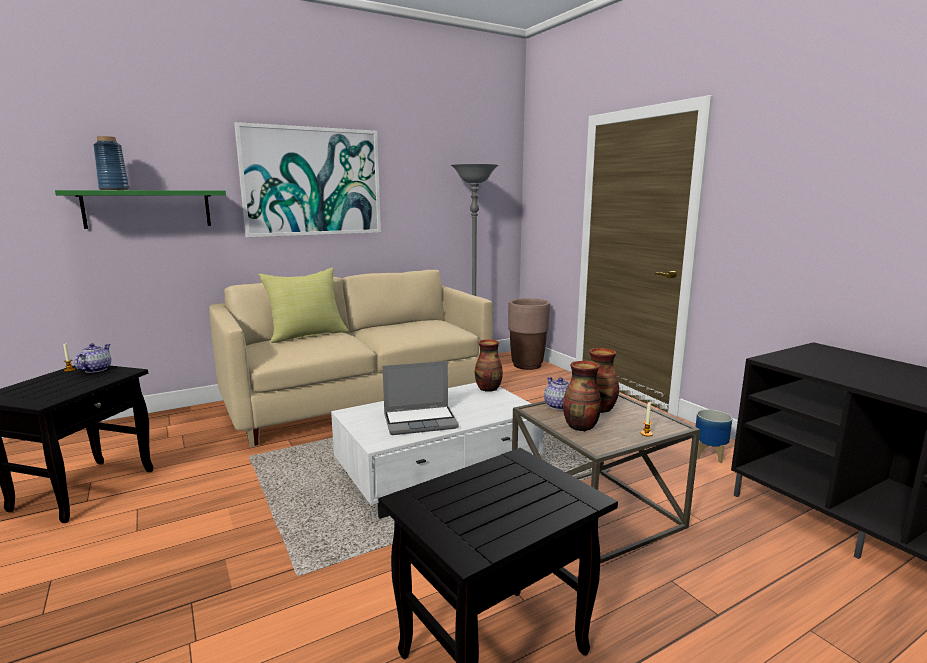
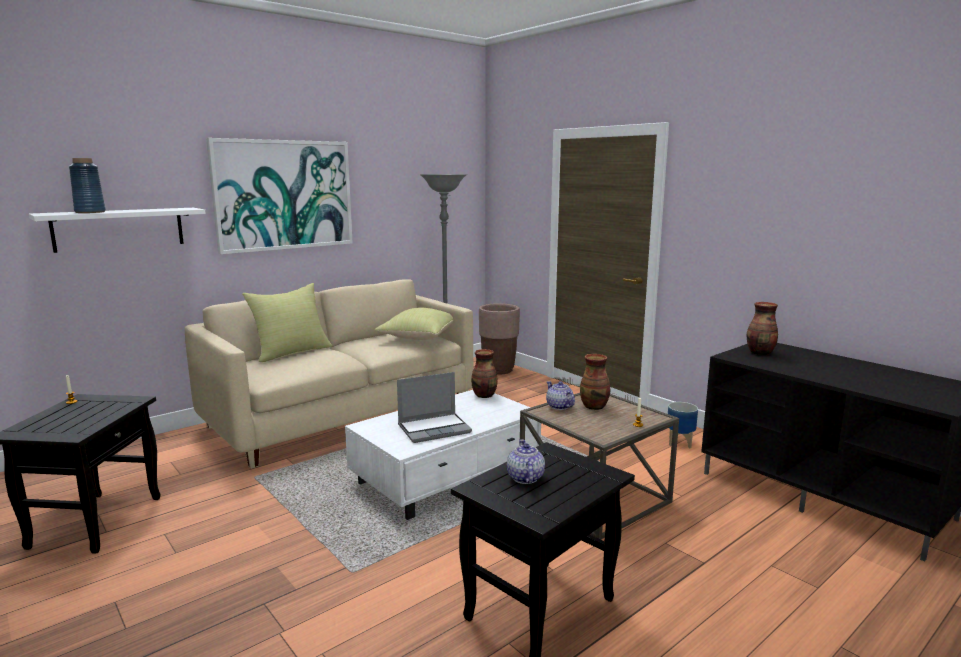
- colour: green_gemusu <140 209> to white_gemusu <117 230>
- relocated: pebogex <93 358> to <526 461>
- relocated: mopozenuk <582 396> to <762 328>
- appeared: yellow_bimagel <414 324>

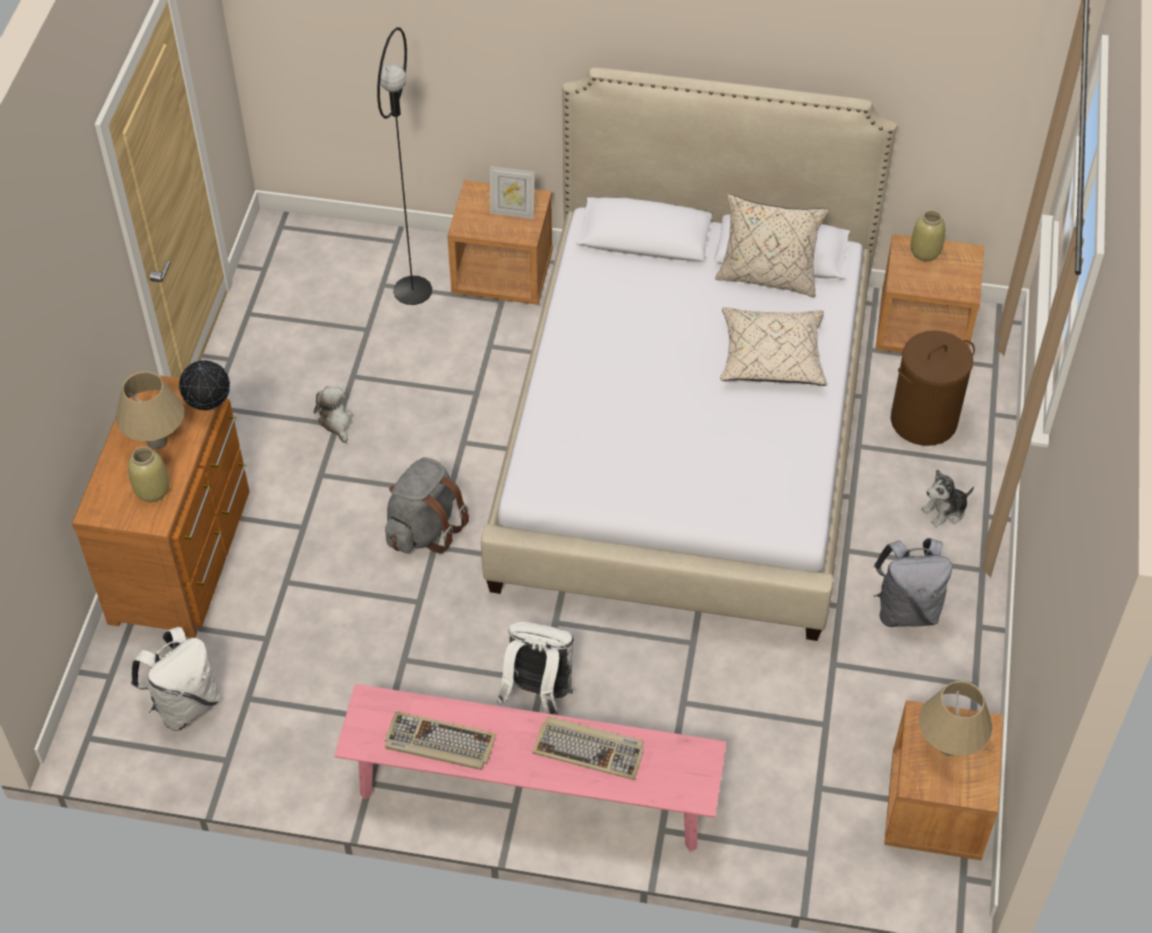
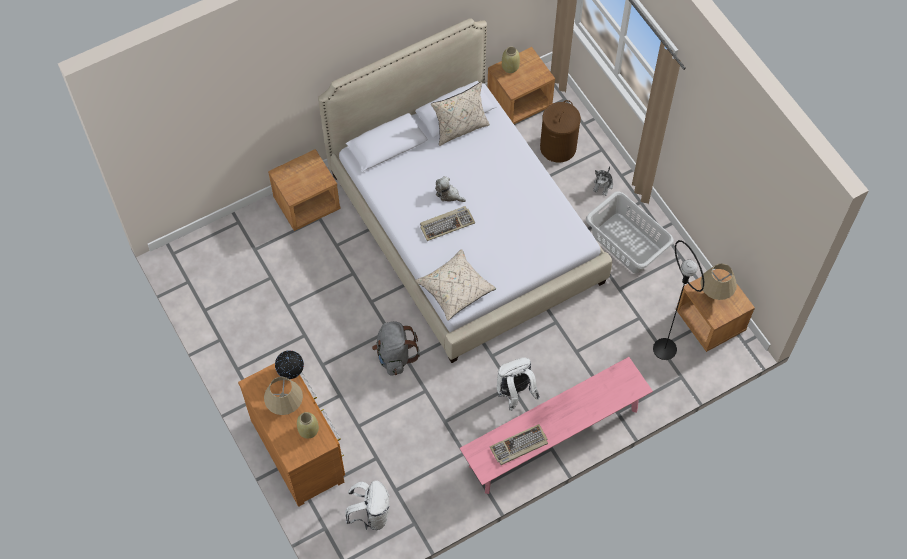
- relocated: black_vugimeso <404 166> to <678 300>
- missing: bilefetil <512 192>
- relocated: beige_bimagel <773 346> to <455 285>
- relocated: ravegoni <333 414> to <450 189>
- exchanged: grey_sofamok <912 582> to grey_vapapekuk <630 232>
- relocated: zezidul <588 748> to <447 223>

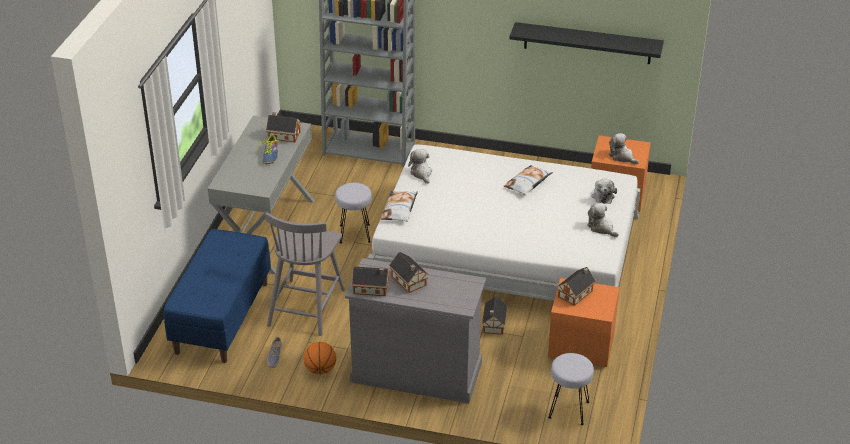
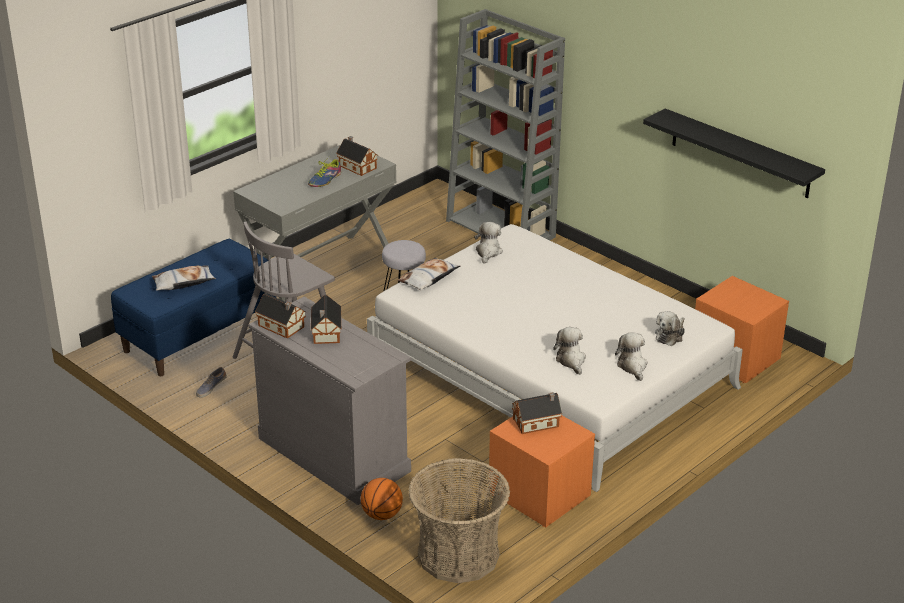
- relocated: ravegoni <623 148> to <569 351>
- relocated: bimagel <528 180> to <184 278>
- missing: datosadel <494 315>
- relocated: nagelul <320 358> to <382 499>
- exchanged: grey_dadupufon <571 389> to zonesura <459 520>

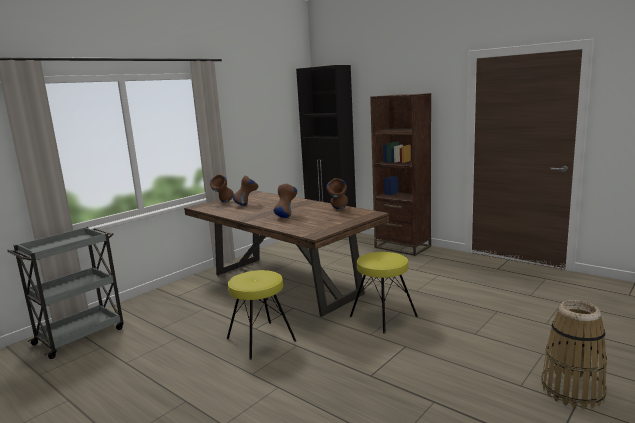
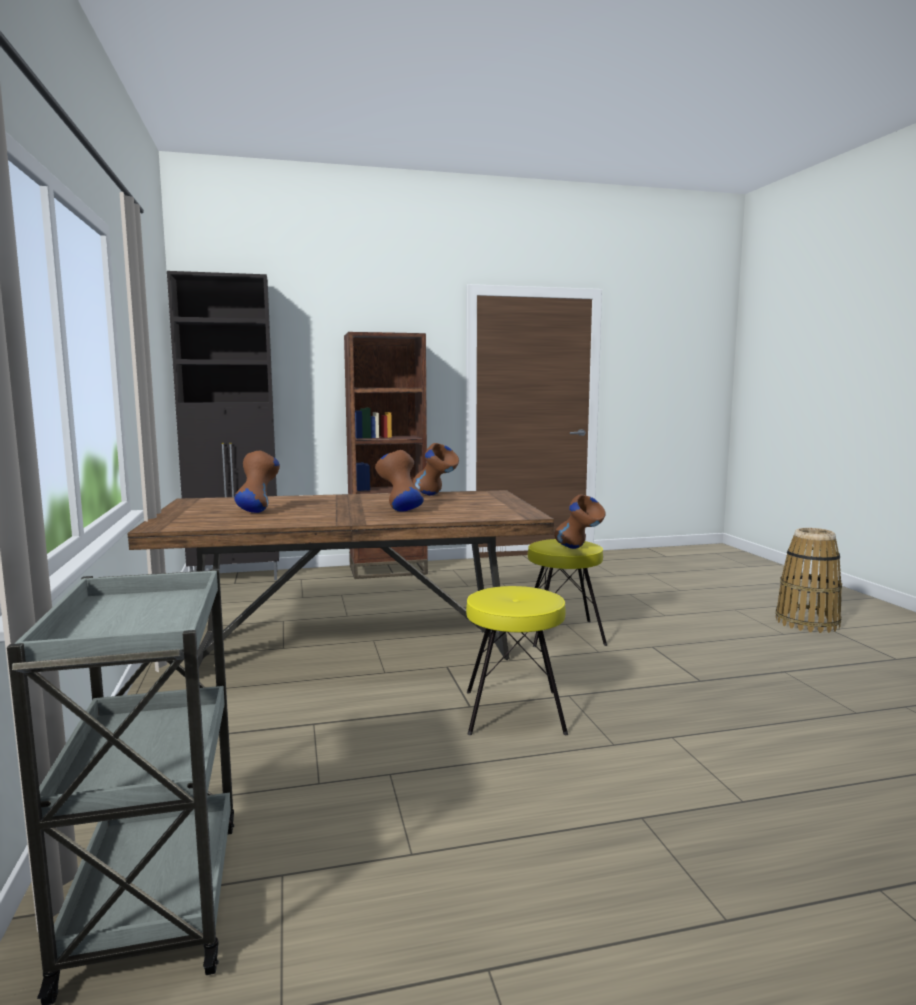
- relocated: brown_mopozenuk <222 188> to <580 521>

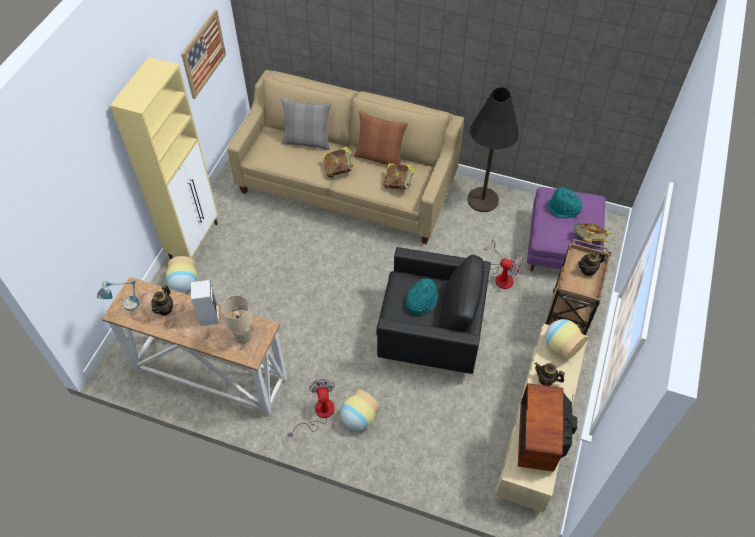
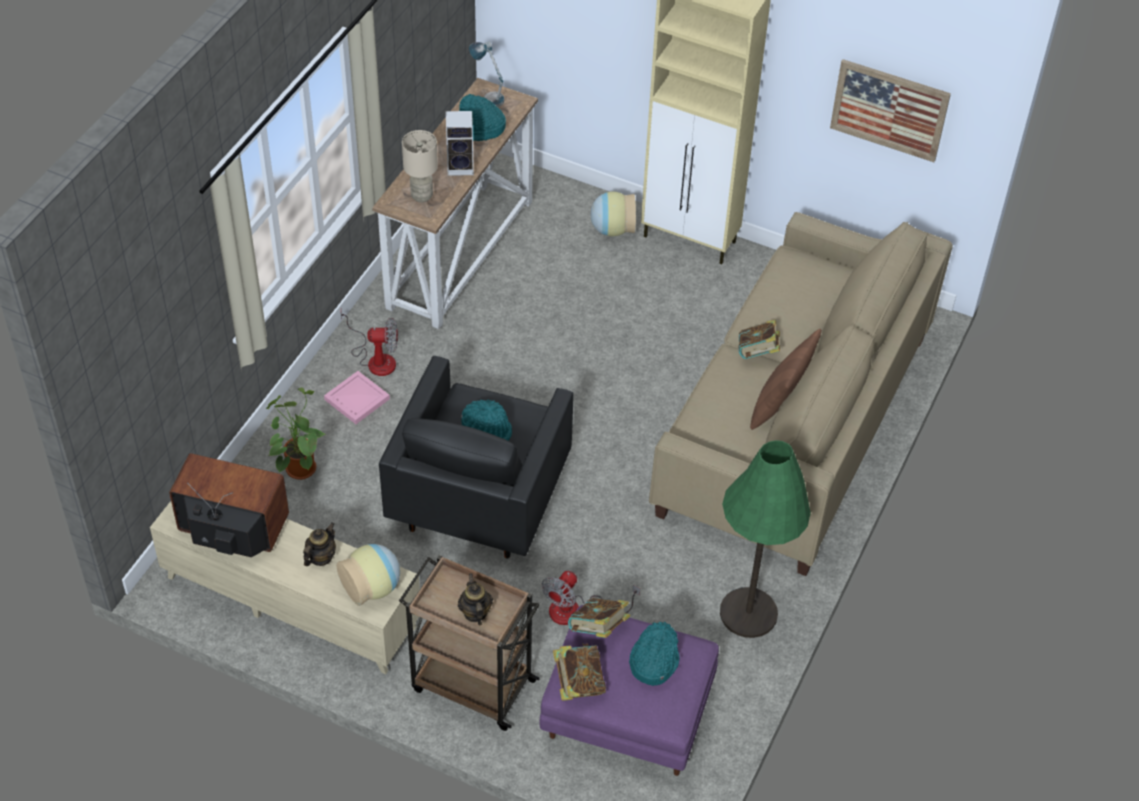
- colour: black_vugimeso <493 149> to green_vugimeso <765 539>
- missing: grey_bimagel <306 124>
- relocated: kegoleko <399 176> to <599 618>
- exchanged: pebogex <162 300> to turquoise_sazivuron <482 117>
- exchanged: mopozenuk <360 410> to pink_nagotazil <357 397>
- appeared: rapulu <296 434>

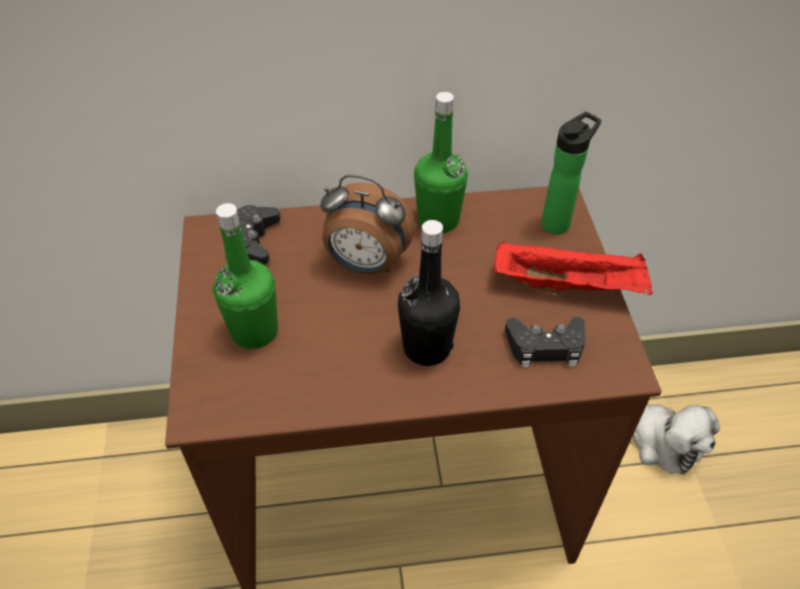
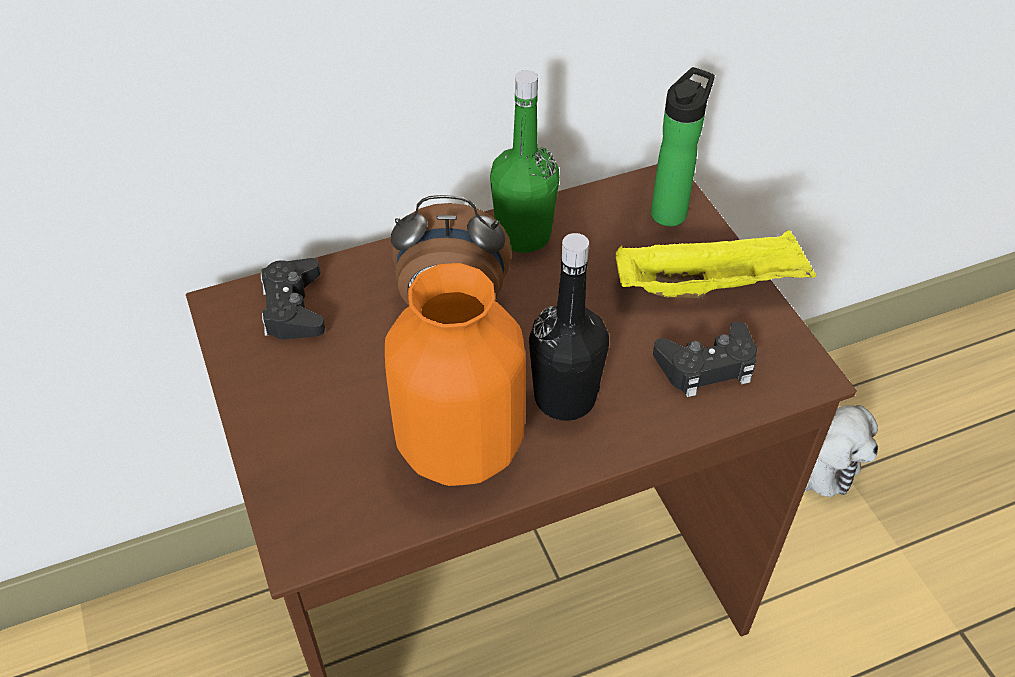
- missing: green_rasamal <245 276>
- colour: red_nagotazil <573 267> to yellow_nagotazil <716 264>
- appeared: orange_mopozenuk <455 374>

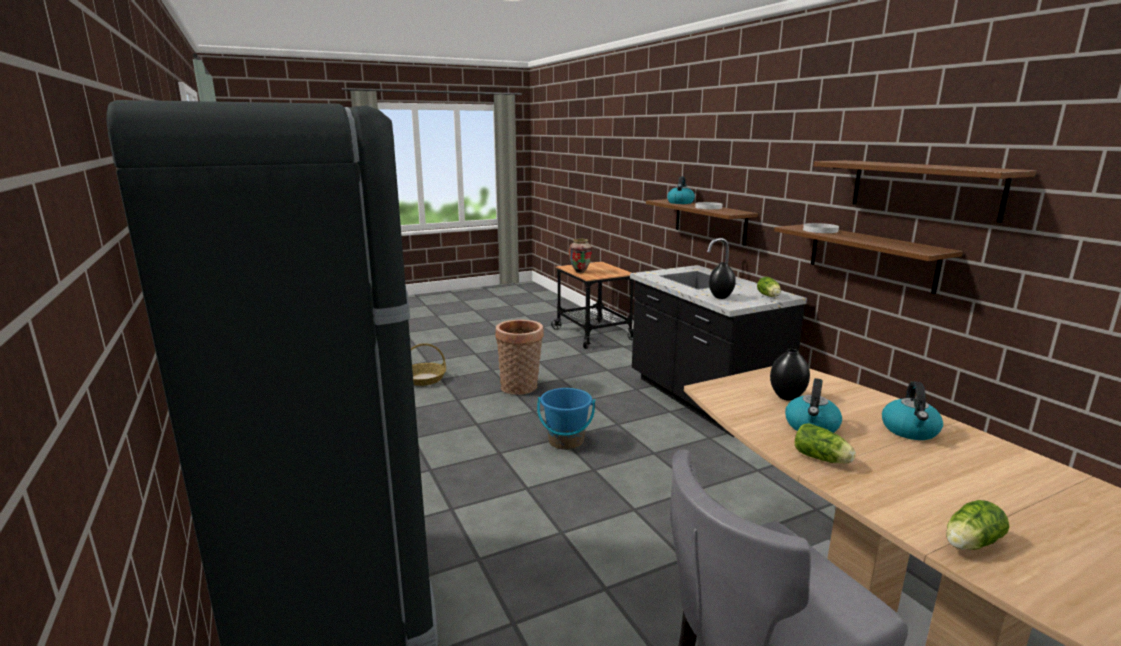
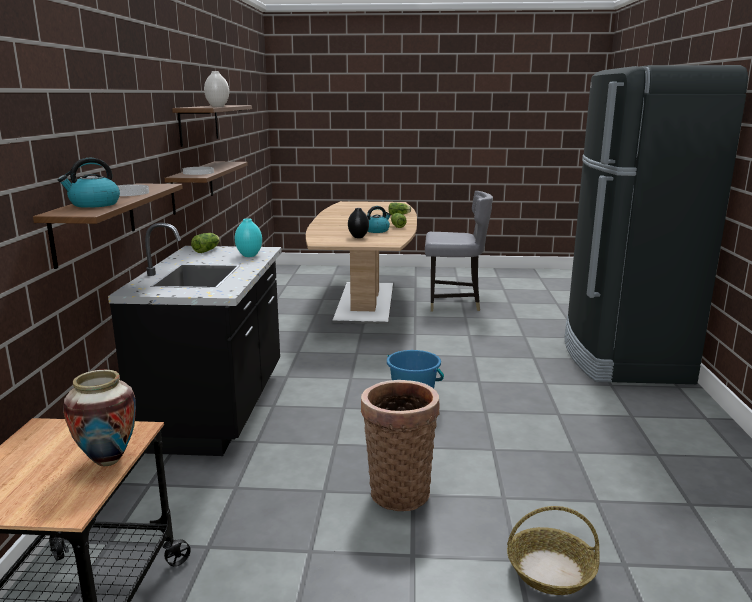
- colour: black_mopozenuk <722 280> to turquoise_mopozenuk <248 237>
- missing: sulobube <912 410>
- appeared: white_mopozenuk <216 89>

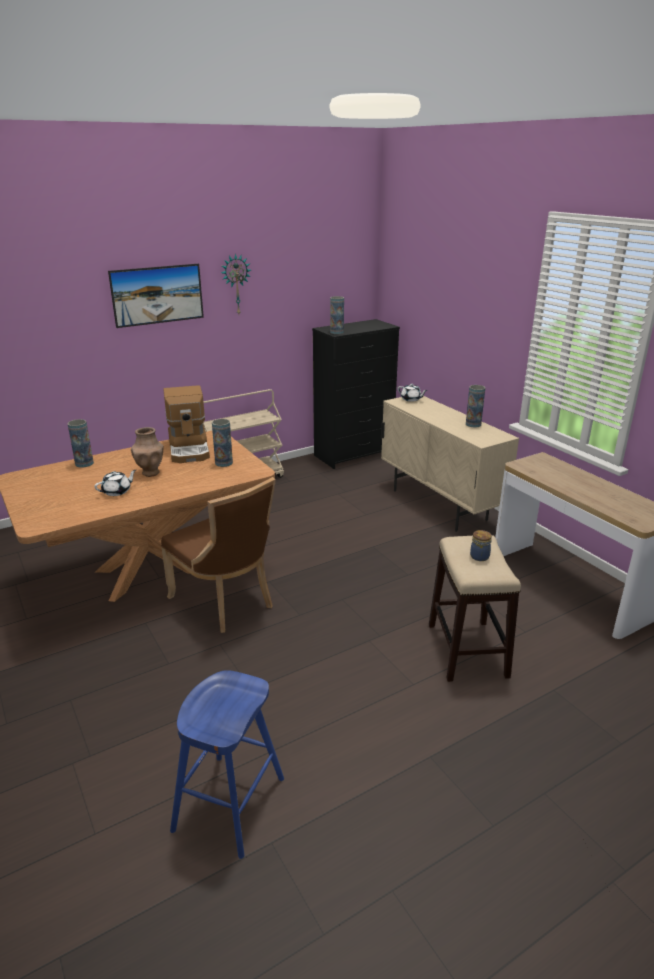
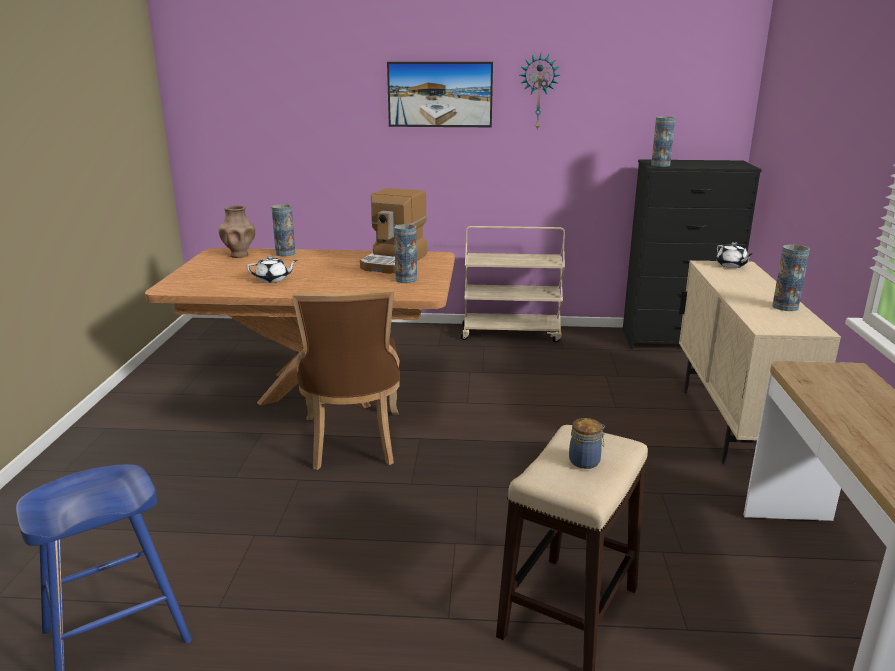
- relocated: brown_mopozenuk <147 452> to <236 232>

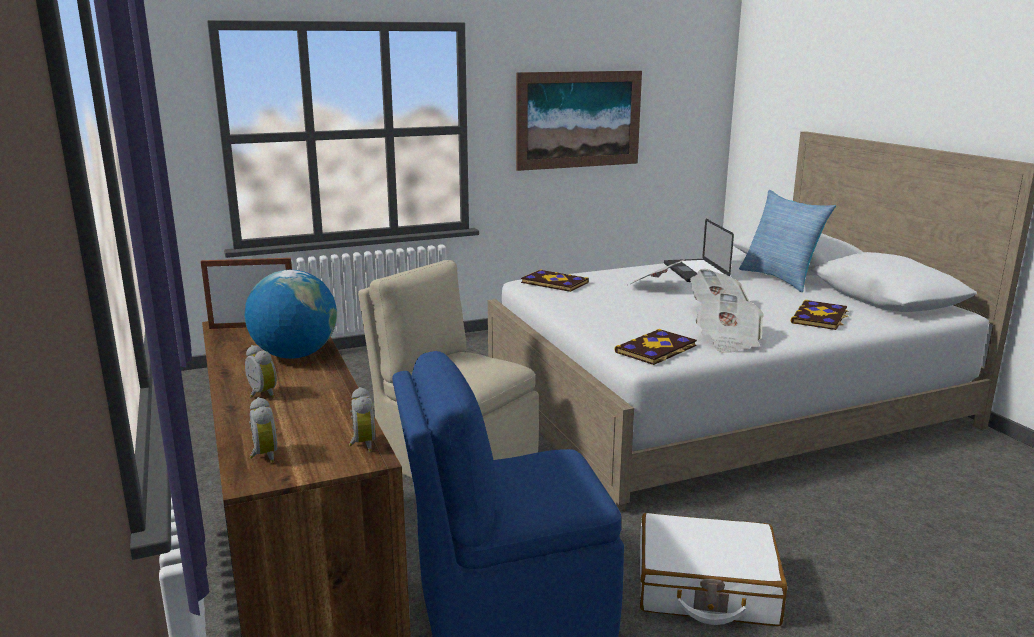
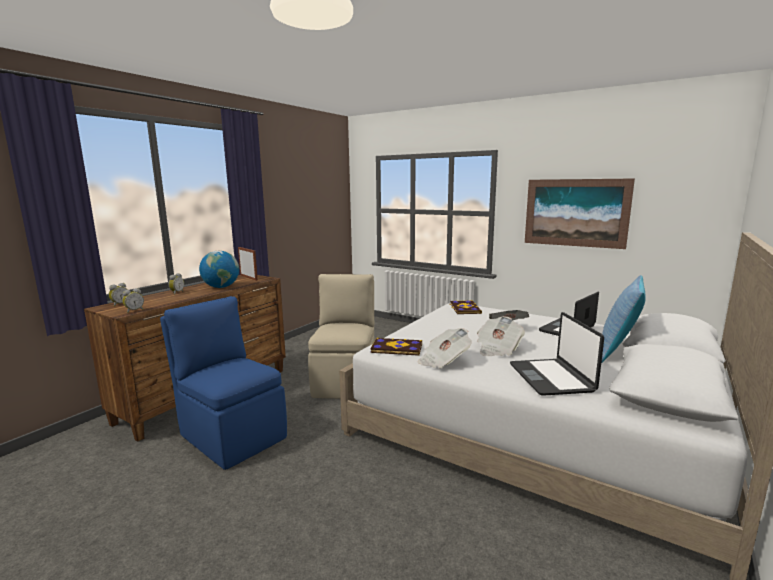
- exchanged: kegoleko <820 315> to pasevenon <557 354>
- missing: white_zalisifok <713 569>

